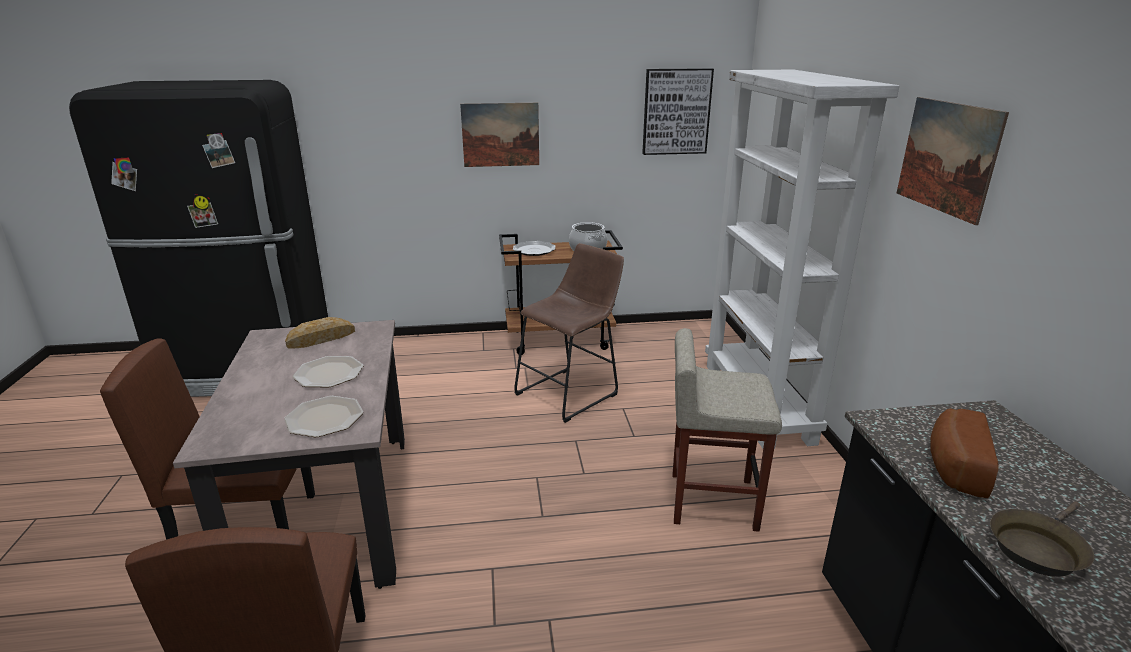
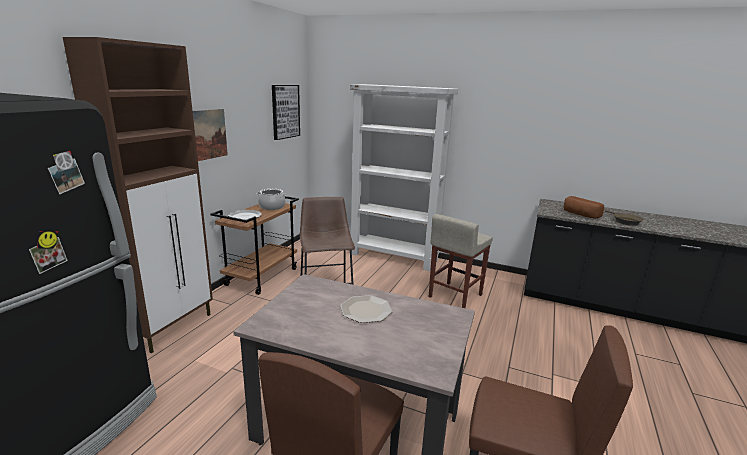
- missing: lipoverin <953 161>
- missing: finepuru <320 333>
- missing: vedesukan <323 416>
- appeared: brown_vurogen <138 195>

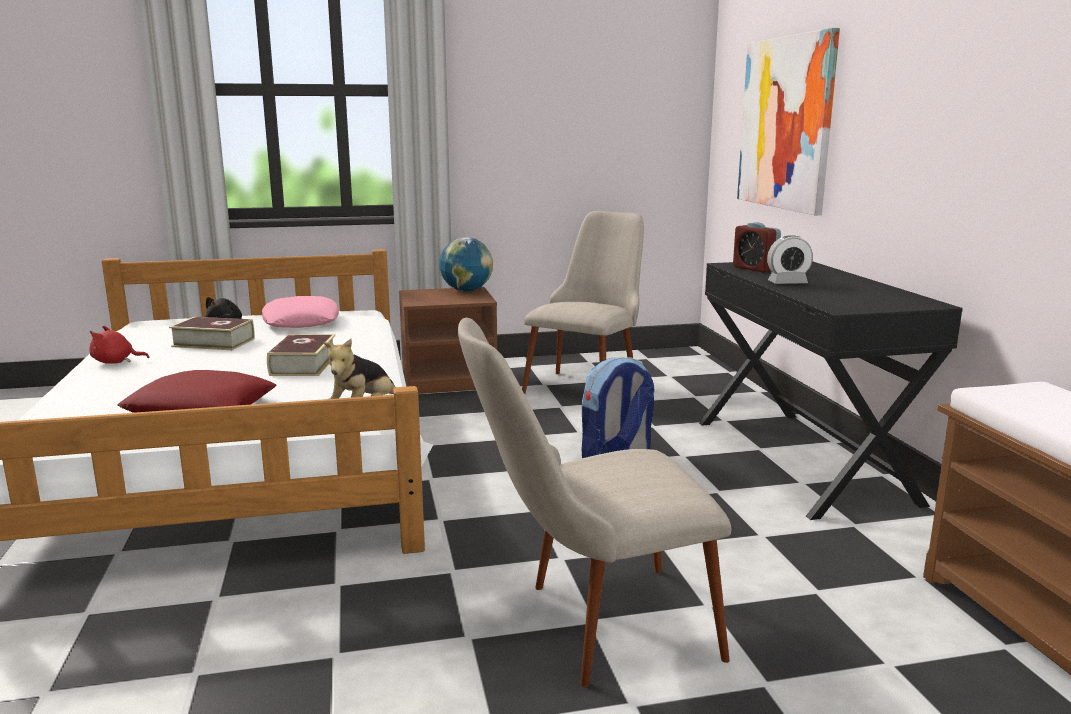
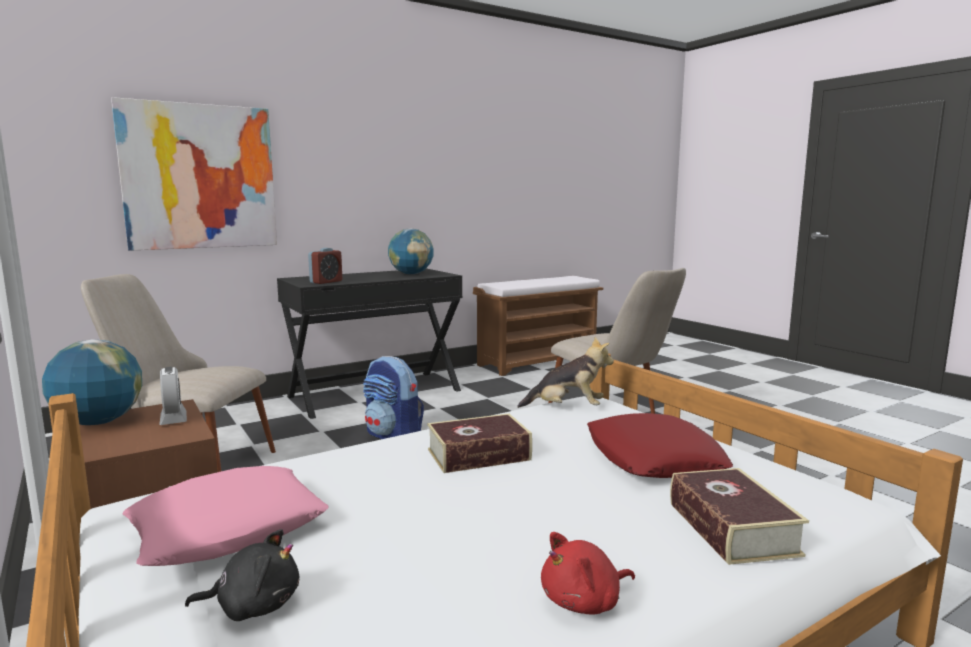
- relocated: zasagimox <790 259> to <173 396>
- relocated: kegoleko <212 333> to <739 516>
- spun: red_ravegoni <119 345> = <588 573> 90 degrees clockwise
- appeared: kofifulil <411 251>

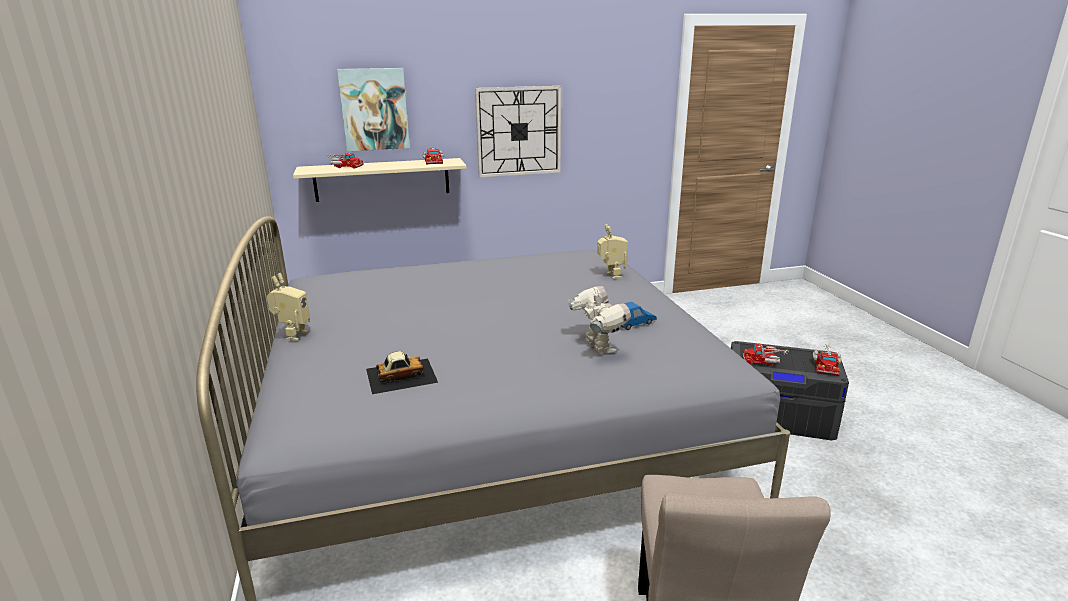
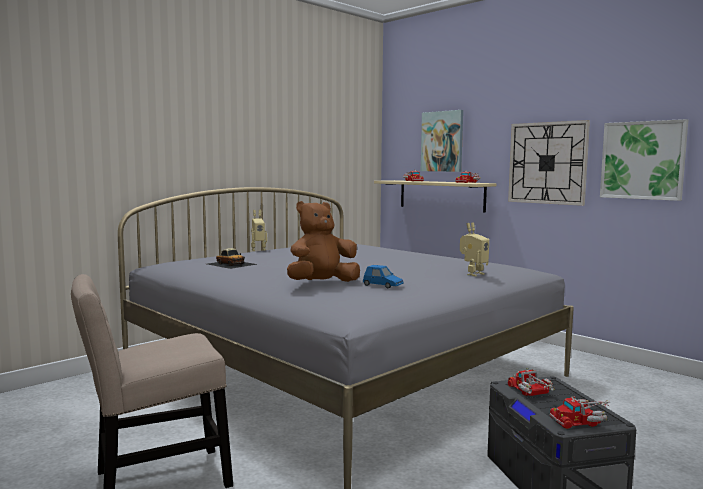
- exchanged: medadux <599 320> to brown_ravegoni <323 241>
- appeared: lipoverin <644 160>

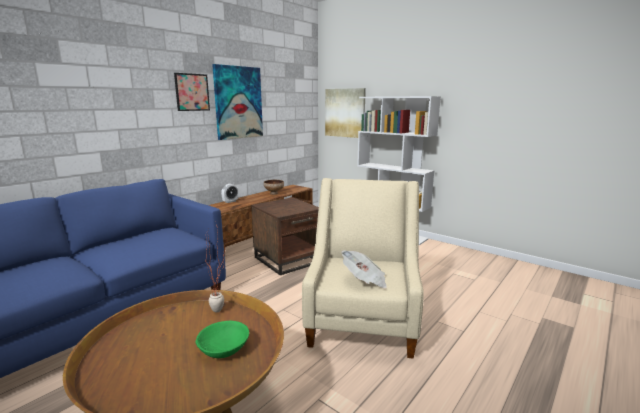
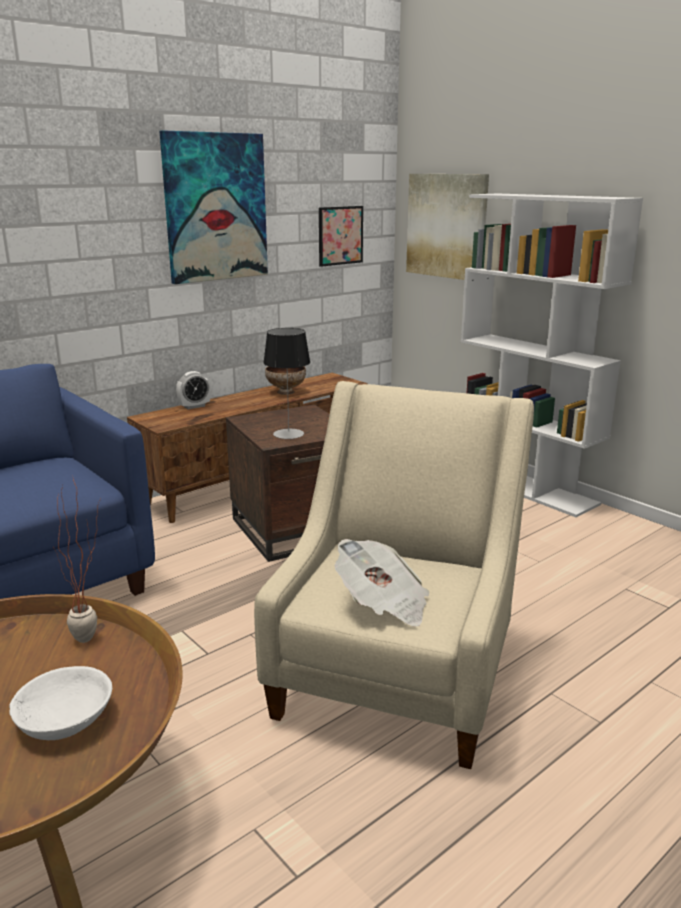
- relocated: lipoverin <192 92> to <341 236>
- colour: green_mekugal <222 339> to white_mekugal <60 703>
- appeared: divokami <286 383>

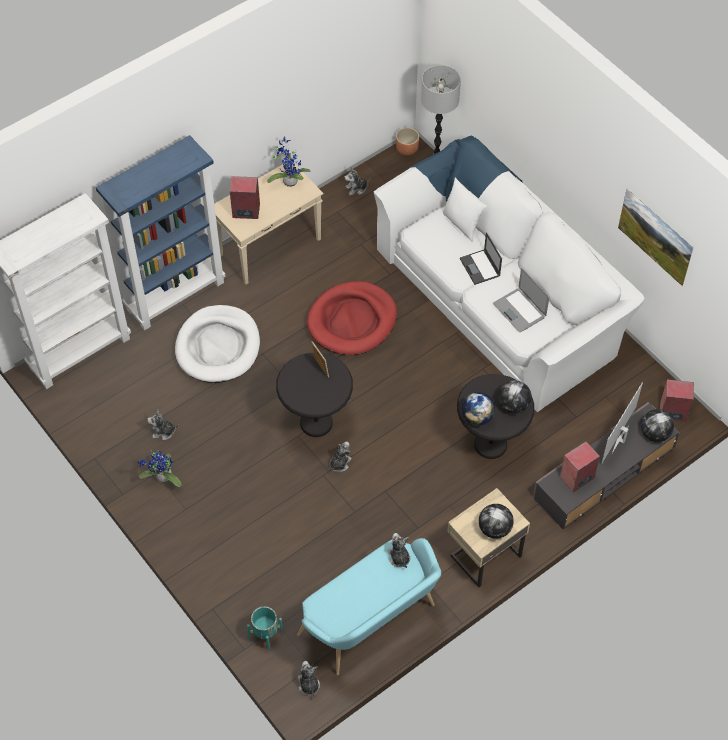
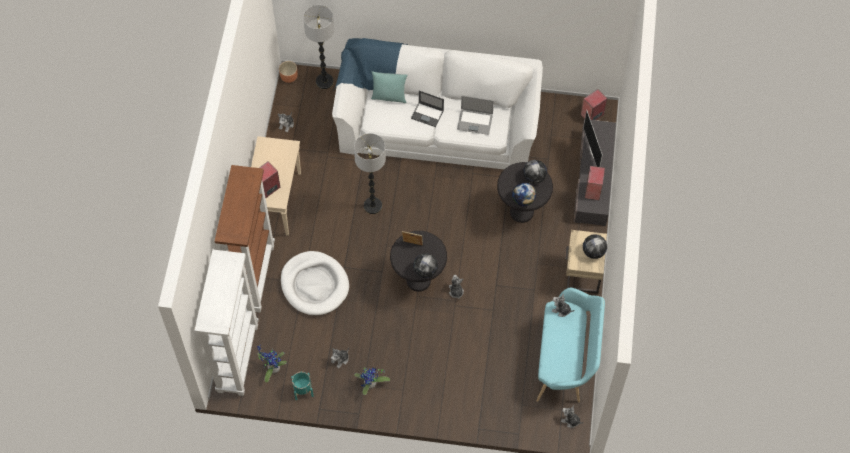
- colour: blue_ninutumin <161 232> to brown_ninutumin <245 238>
- relocated: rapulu <289 161> to <272 364>
- colour: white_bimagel <465 209> to turquoise_bimagel <389 87>
- missing: lipoverin <655 237>
- exchanged: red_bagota <352 318> to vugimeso <370 173>
- relocated: kofifulil <657 425> to <425 265>
- relocated: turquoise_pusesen <265 628> to <302 386>

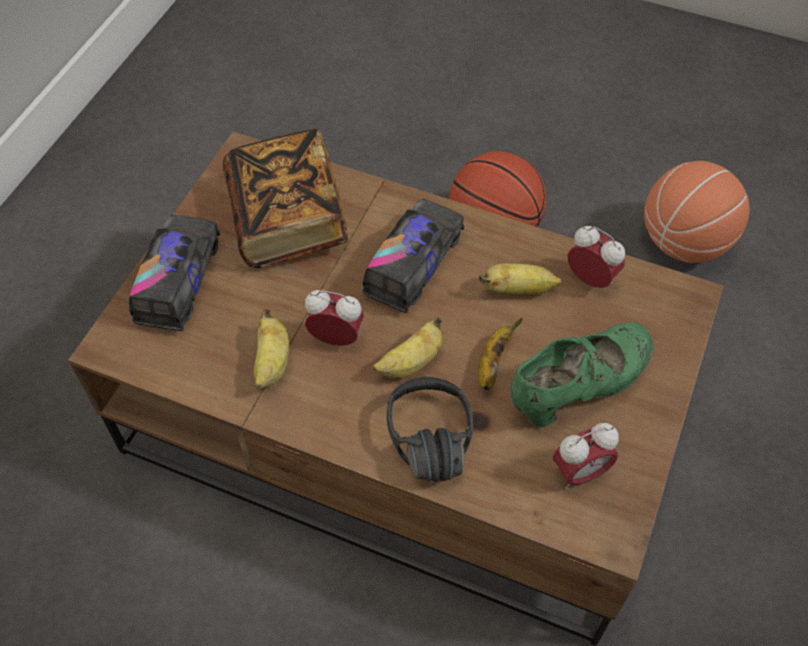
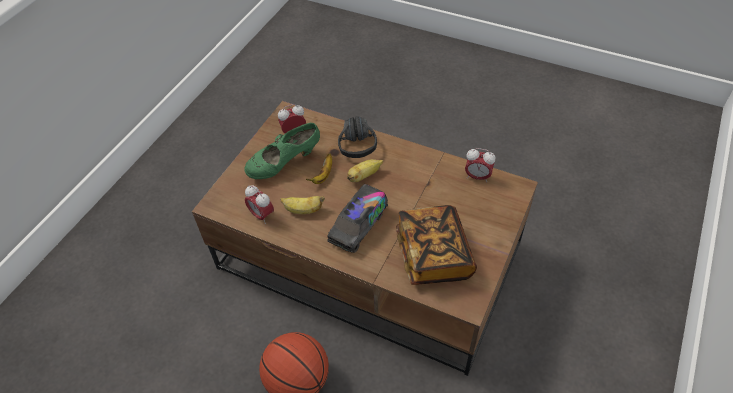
- missing: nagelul <696 212>
- missing: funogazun <174 273>
- relocated: zasagimox <334 318> to <480 165>
- missing: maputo <271 348>

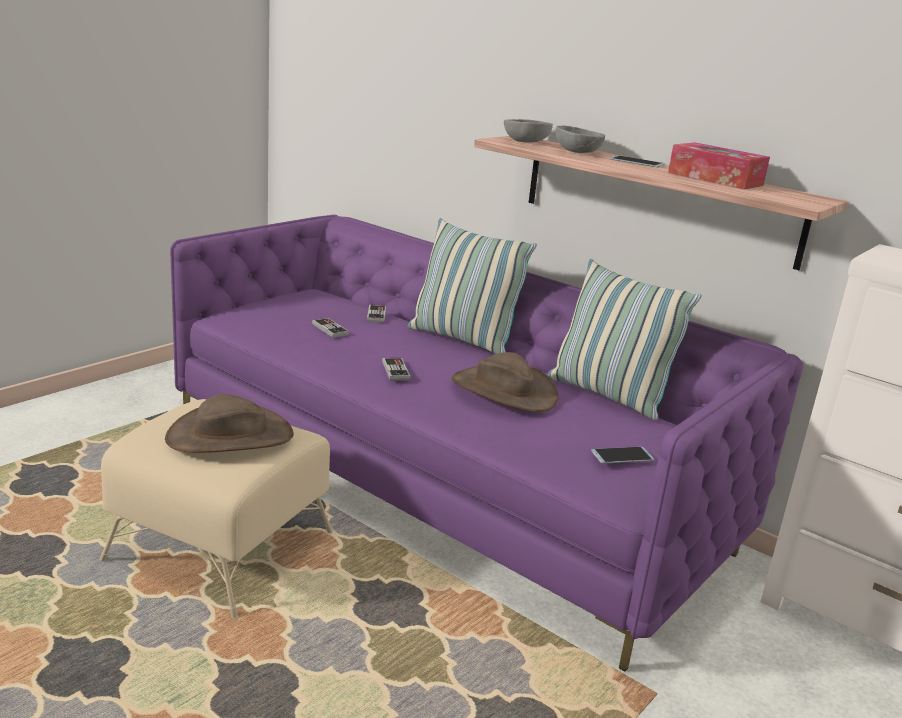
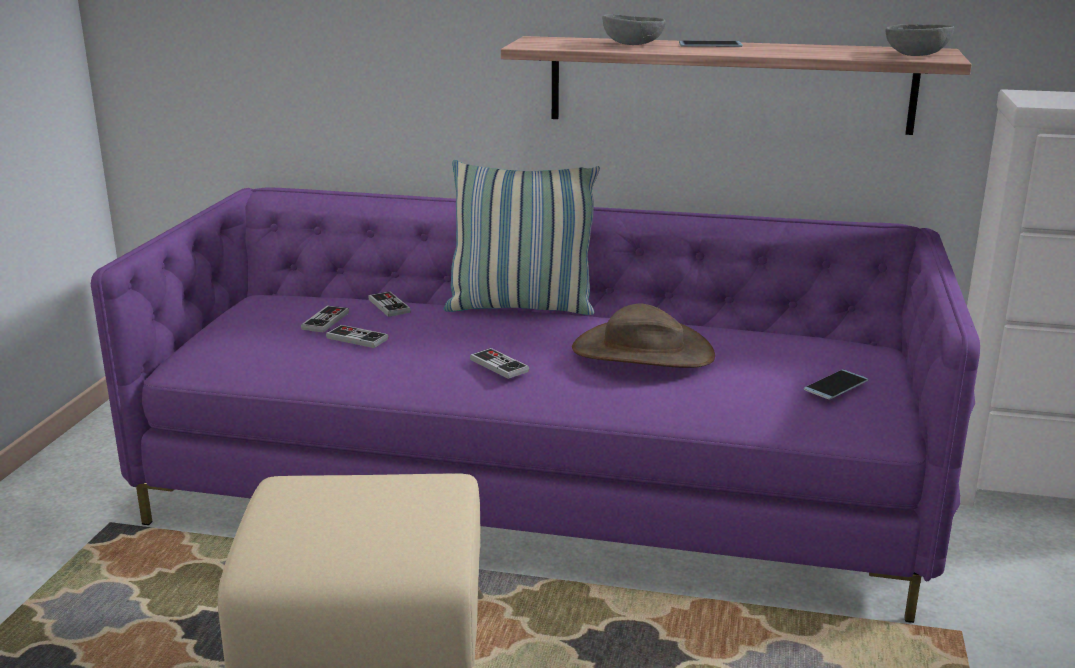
- relocated: grey_mekugal <528 131> to <919 40>
- missing: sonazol <719 166>
- missing: bimagel <624 339>
- missing: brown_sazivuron <229 423>
- appeared: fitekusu <325 319>

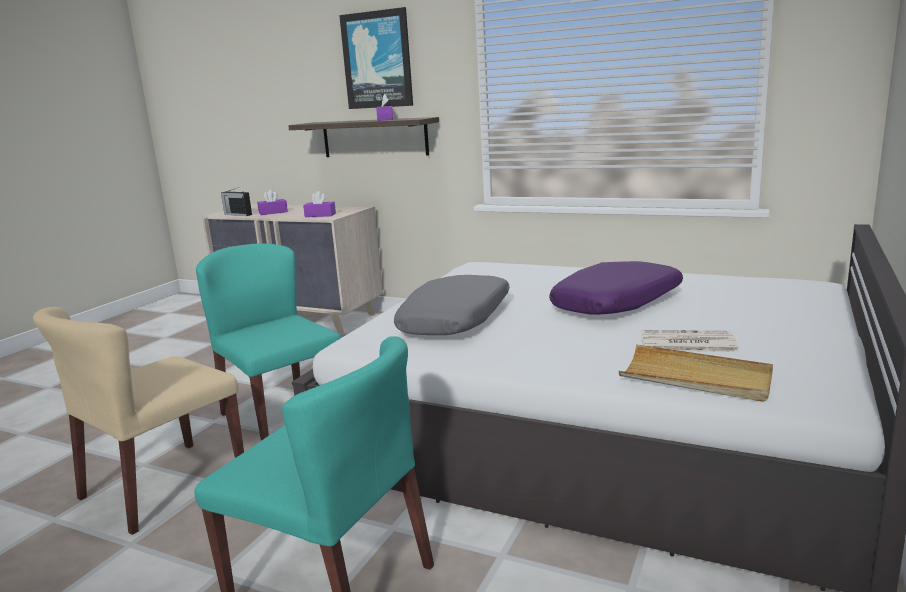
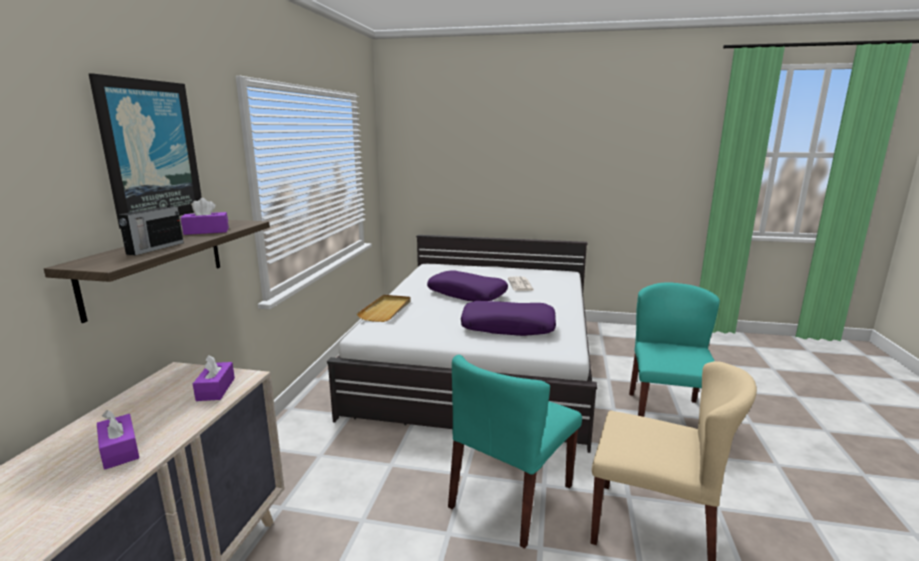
- relocated: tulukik <236 201> to <151 225>
- colour: grey_bimagel <452 305> to purple_bimagel <508 318>
- relocated: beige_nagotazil <696 373> to <384 308>

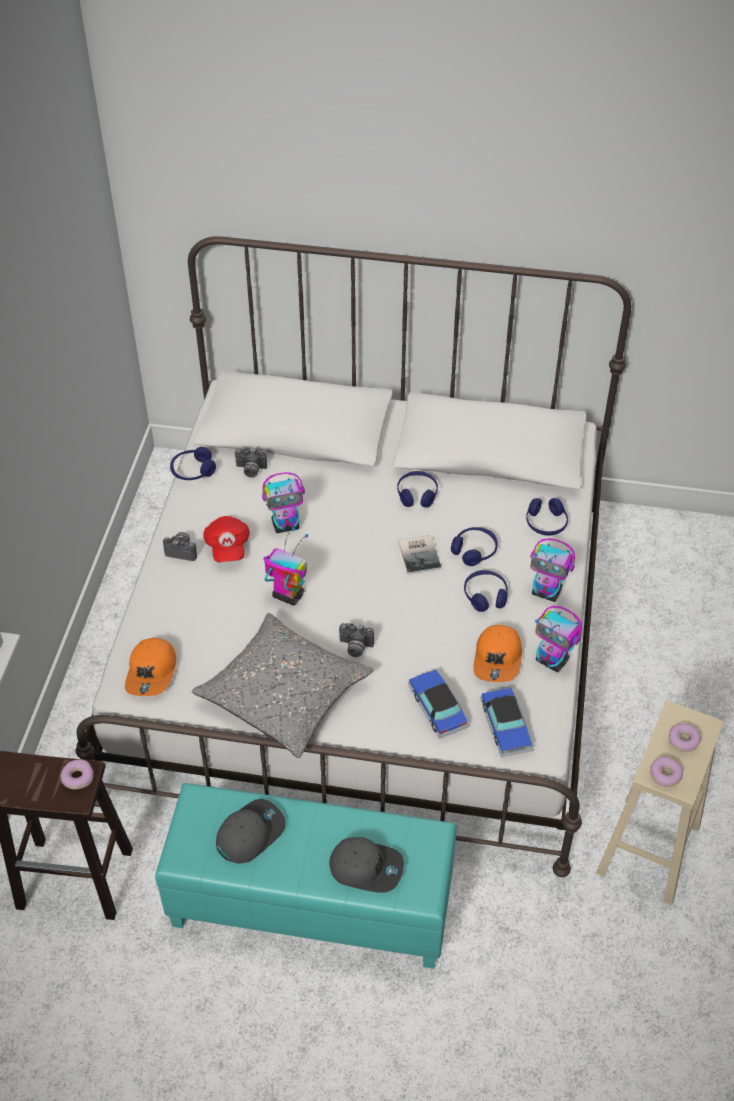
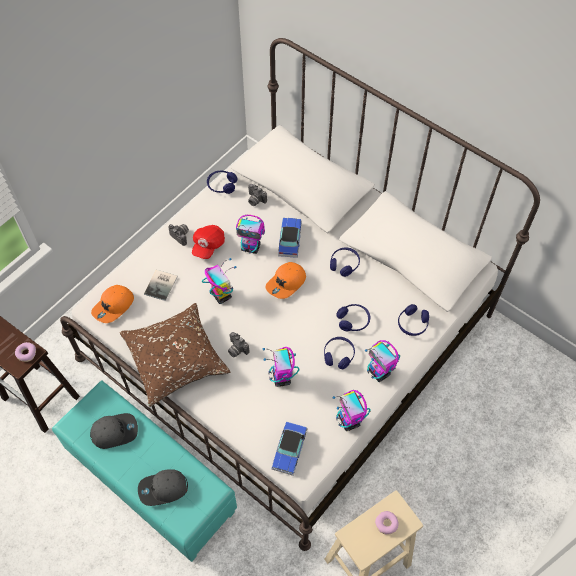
- relocated: kegoleko <419 554> to <161 285>
- colour: grey_bimagel <282 685> to brown_bimagel <175 355>
- relocated: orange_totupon <497 653> to <285 280>
- relocated: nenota <438 704> to <290 238>
- missing: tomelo <666 772>
- spun: grey_totupon <366 865> = <163 487> 120 degrees clockwise
- appeared: medadux <281 367>

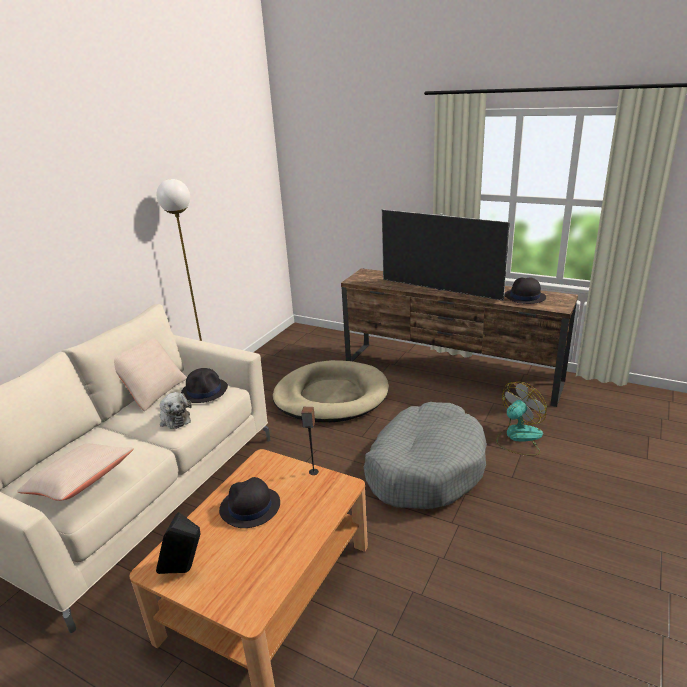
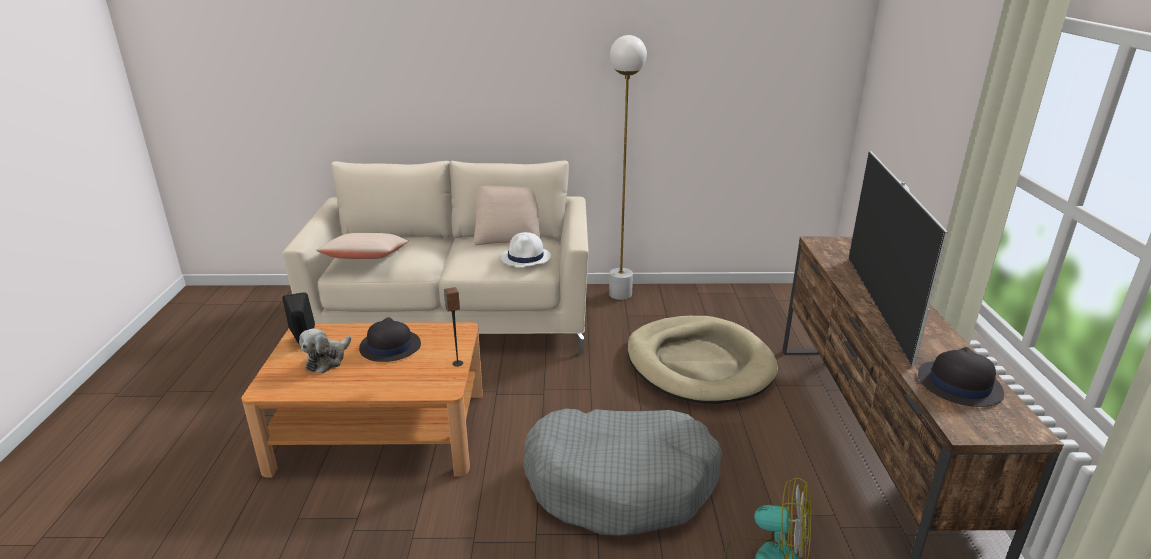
- colour: black_sazivuron <204 385> to white_sazivuron <525 249>
- relocated: ravegoni <175 410> to <325 351>

